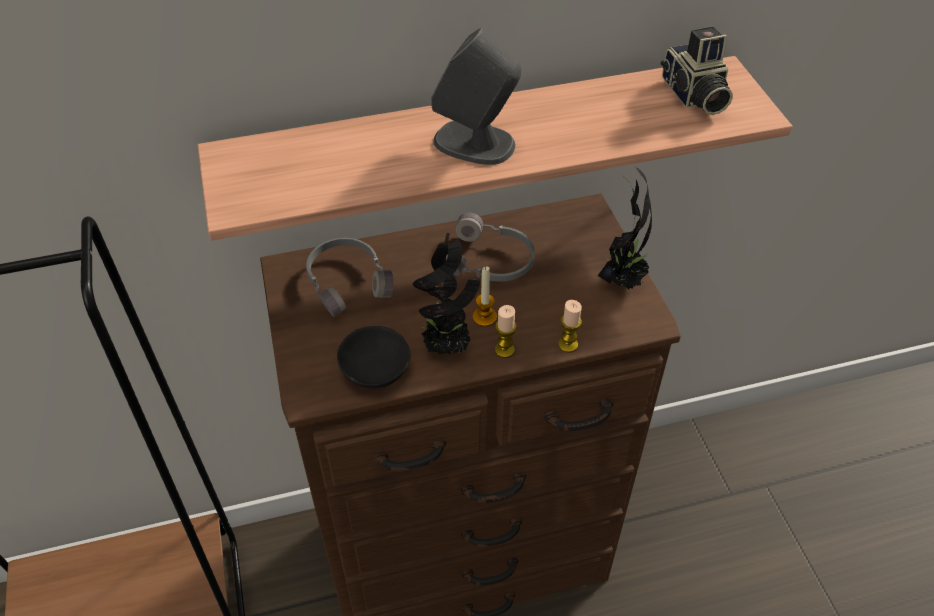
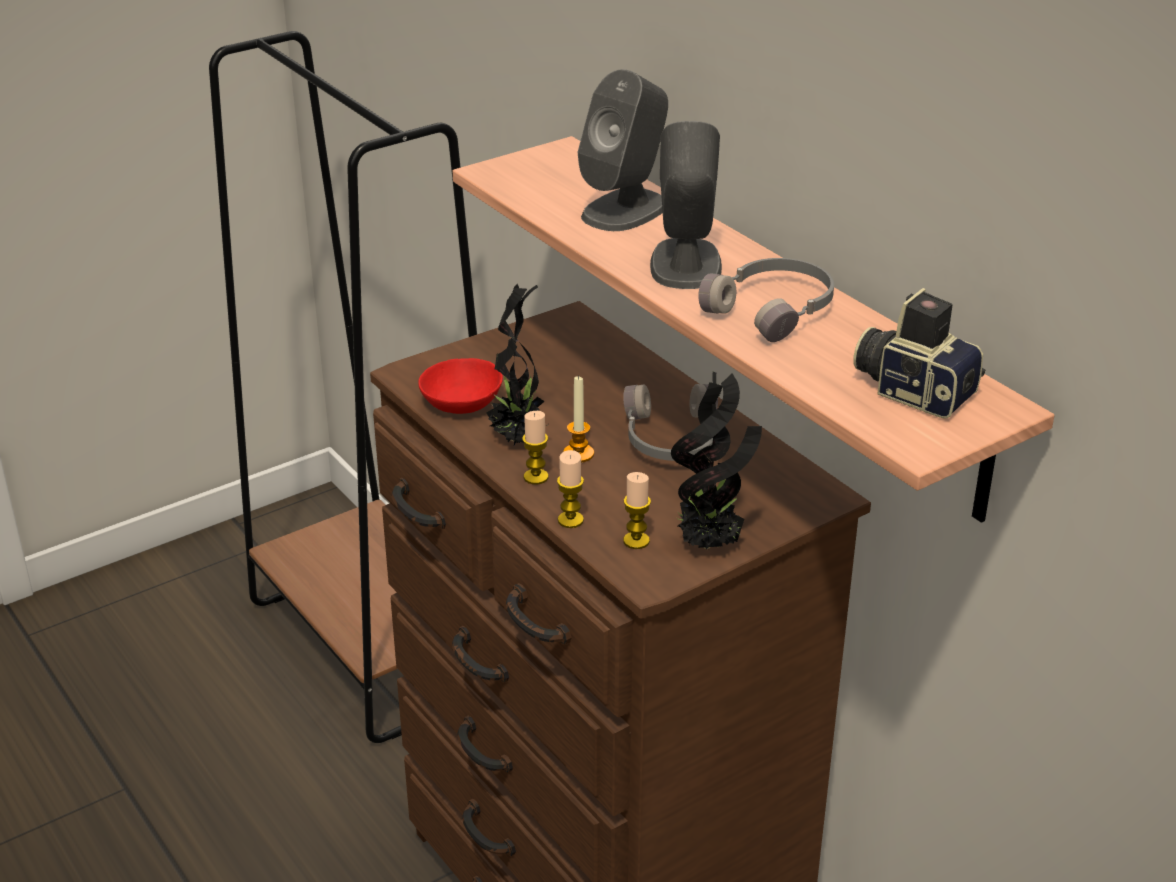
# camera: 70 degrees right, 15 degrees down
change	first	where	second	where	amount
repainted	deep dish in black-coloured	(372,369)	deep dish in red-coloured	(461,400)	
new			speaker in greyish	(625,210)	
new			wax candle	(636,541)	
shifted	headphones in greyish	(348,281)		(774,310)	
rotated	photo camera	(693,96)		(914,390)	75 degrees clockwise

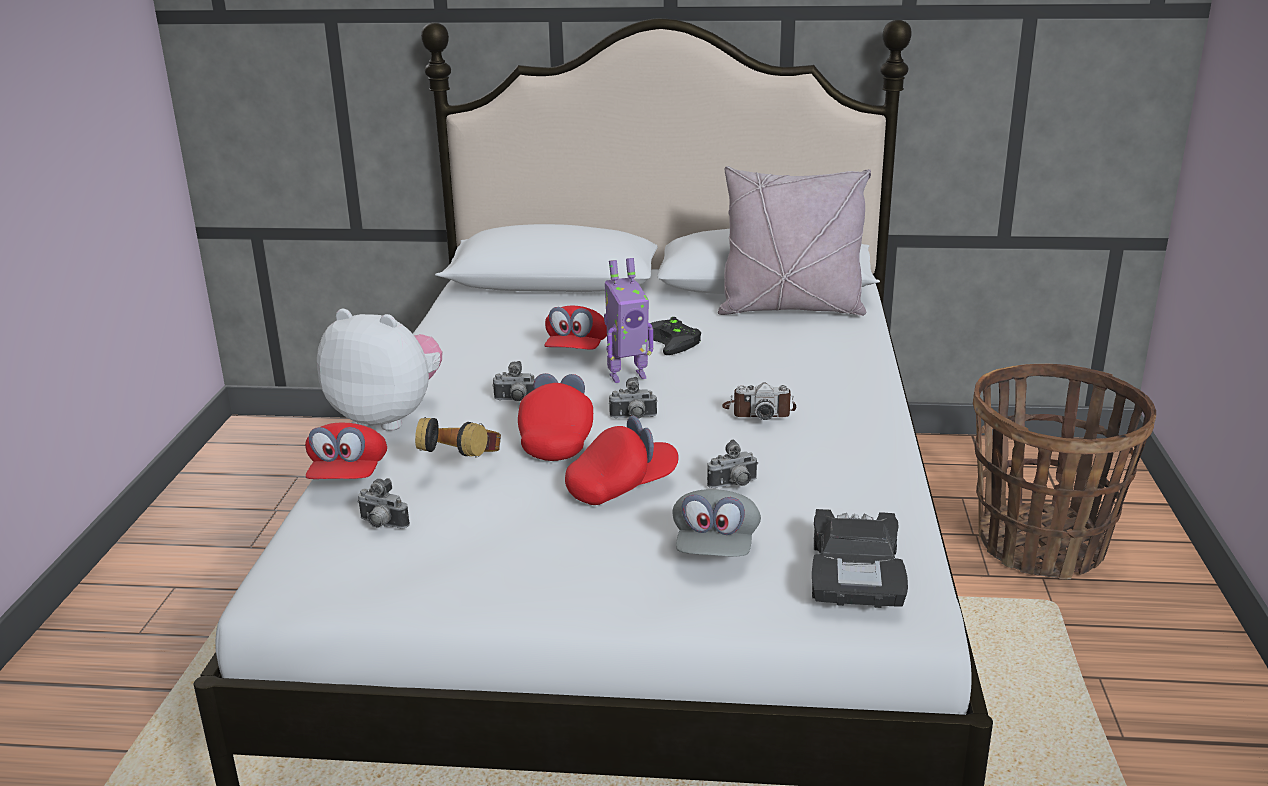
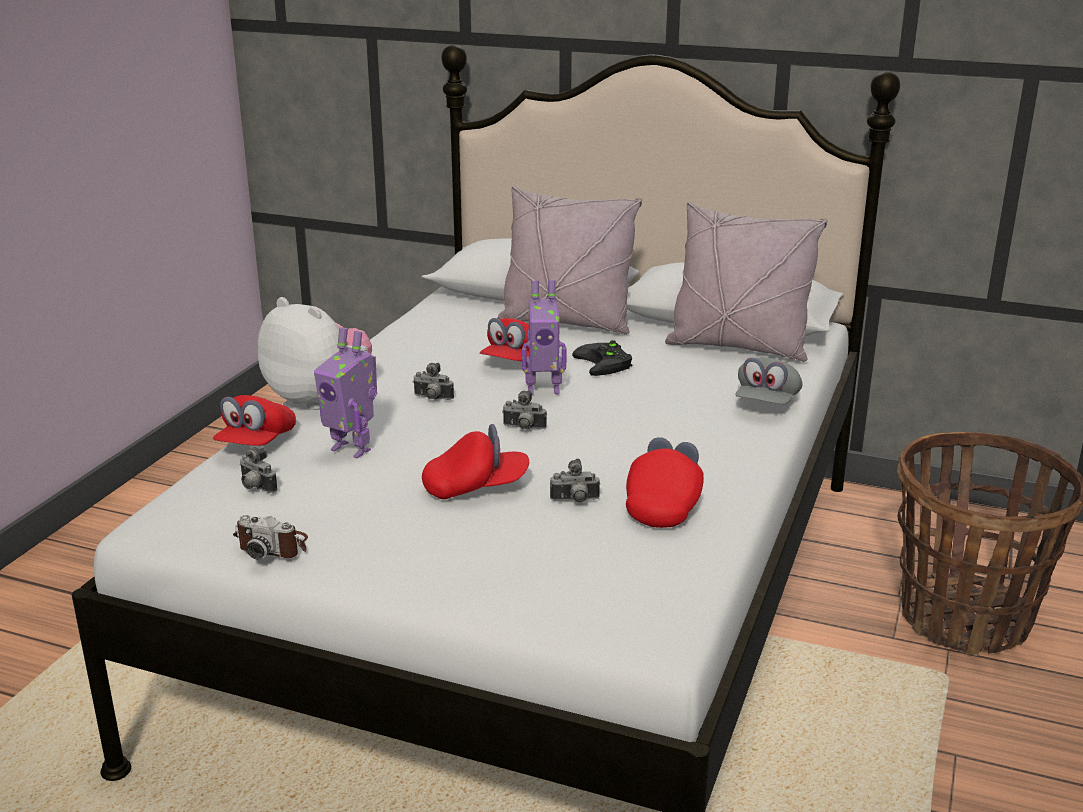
# camera: 15 degrees right, 0 degrees up
change	first	where	second	where	amount
shifted	photo camera	(758,411)		(274,546)	
swapped	headphones	(464,466)	toy robot	(352,449)	
new			pillow in purple-coloured	(566,323)	
shifted	cap in red-coloured	(557,439)		(664,505)	
shifted	cap in greyish	(715,548)		(766,403)	
gone	miniature car in black-coloured	(856,574)			

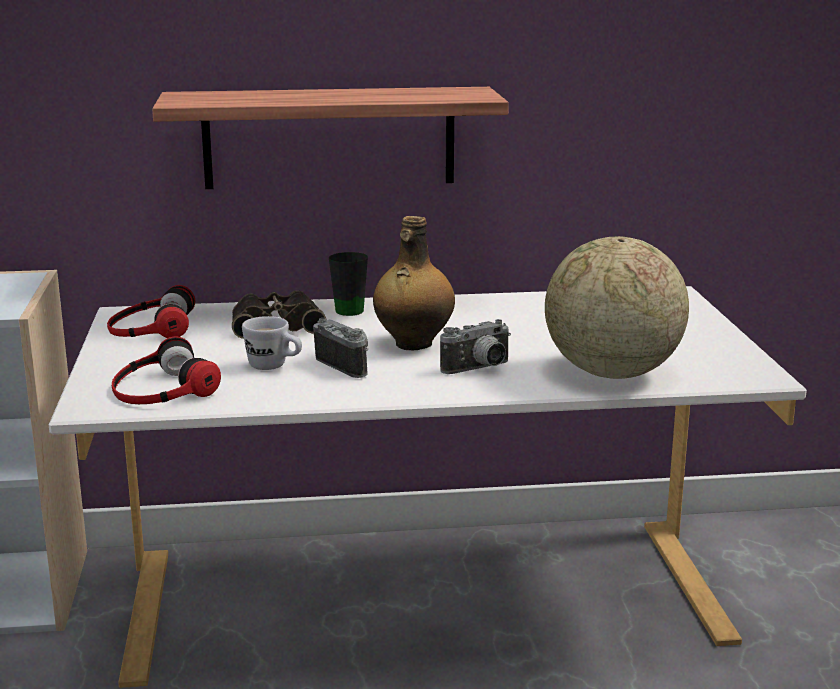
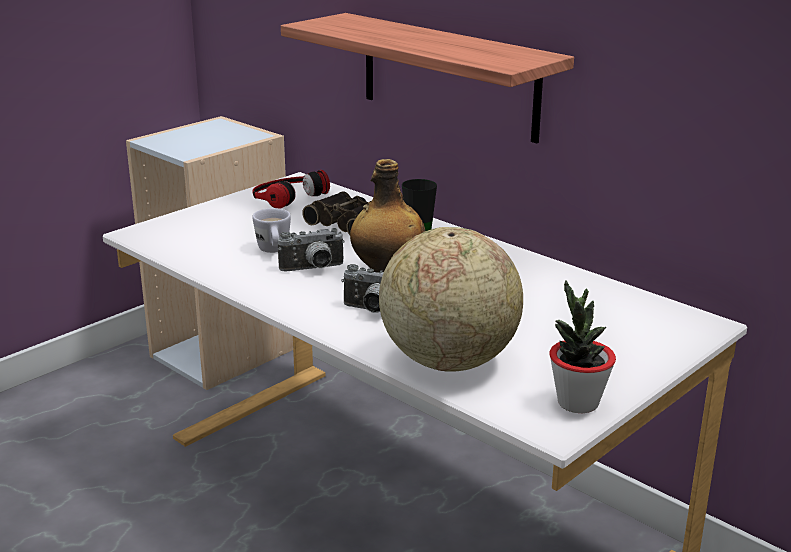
# camera: 50 degrees right, 5 degrees up
change	first	where	second	where	amount
rotated	photo camera	(348,364)		(313,269)	60 degrees clockwise
new			plant in a pot	(577,403)	
gone	headphones	(162,388)			

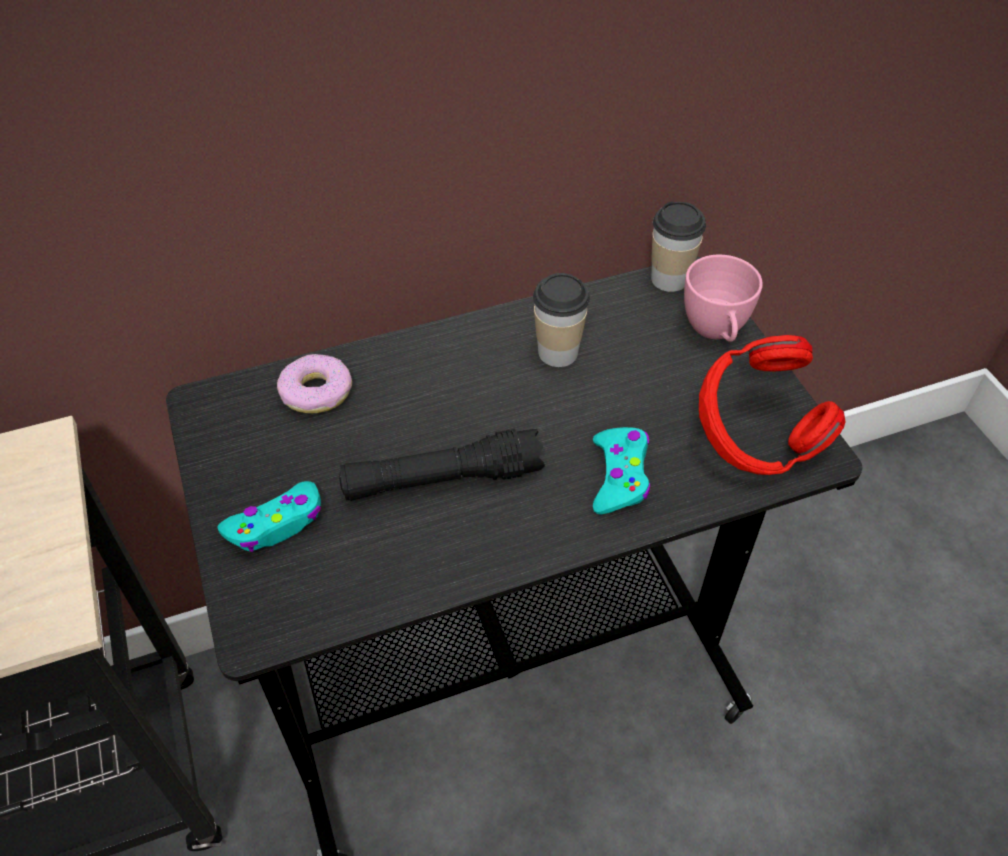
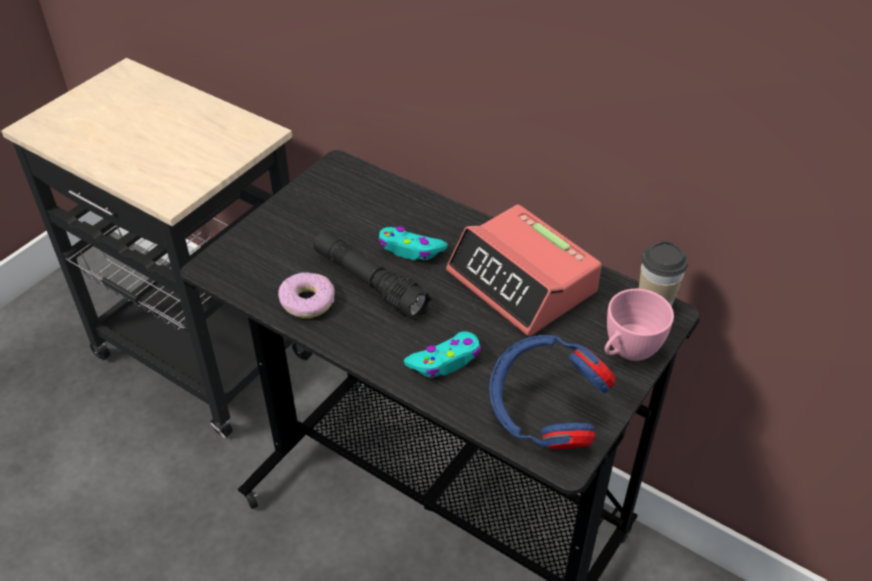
# camera: 55 degrees right, 5 degrees down
change	first	where	second	where	amount
shifted	donut	(316,391)		(307,301)	
shifted	joypad in blue-green	(276,524)		(410,249)	
swapped	small cup	(557,352)	table clock	(522,282)	
repainted	headphones in red-coloured	(756,439)	headphones in bluish	(544,416)	

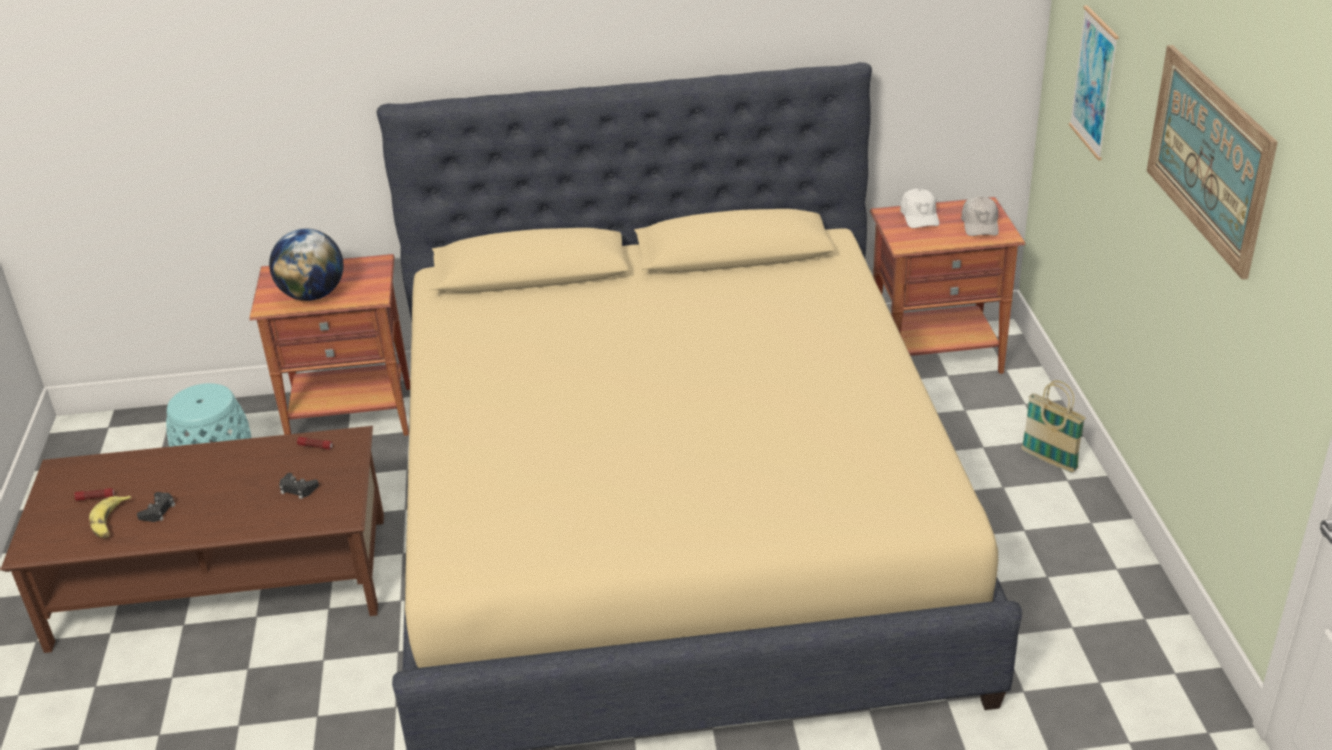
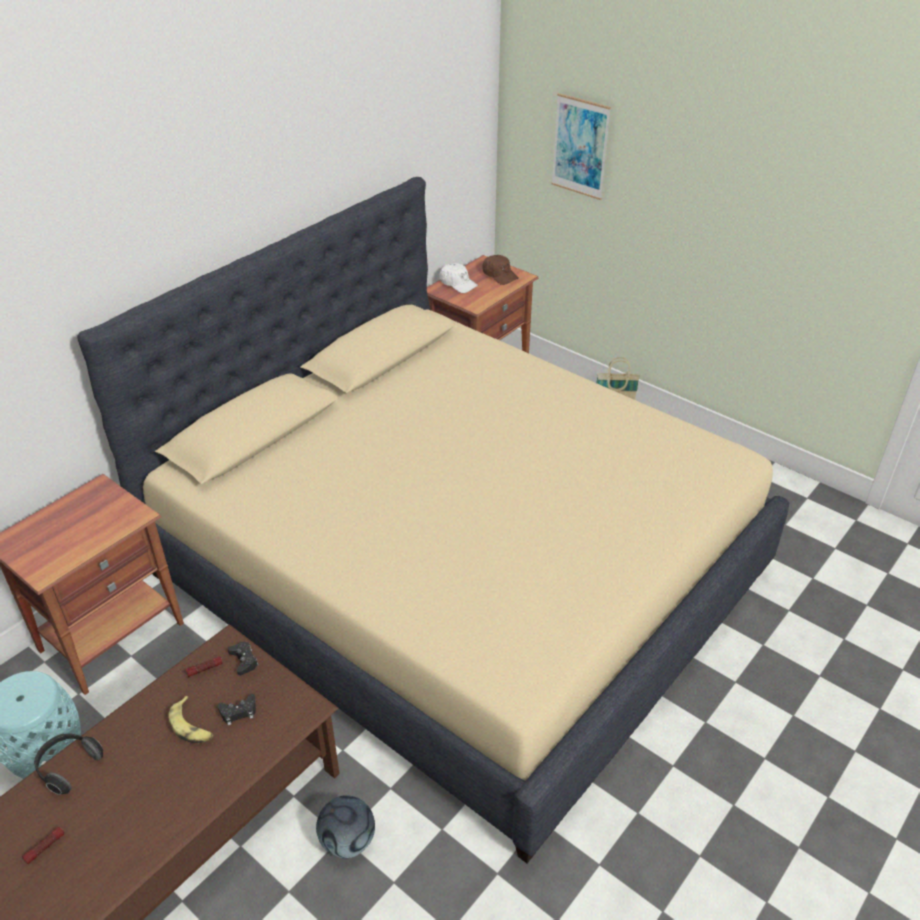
# camera: 45 degrees left, 5 degrees up
change	first	where	second	where	amount
new			headphones	(68,767)	
shifted	banana	(110,522)		(192,726)	
shifted	joypad in black-coloured	(158,511)		(244,660)	
new			football ball	(347,841)	
repainted	cap in whitish	(980,224)	cap in brownish	(499,275)	
gone	globe	(313,295)			
gone	wall art	(1208,157)			

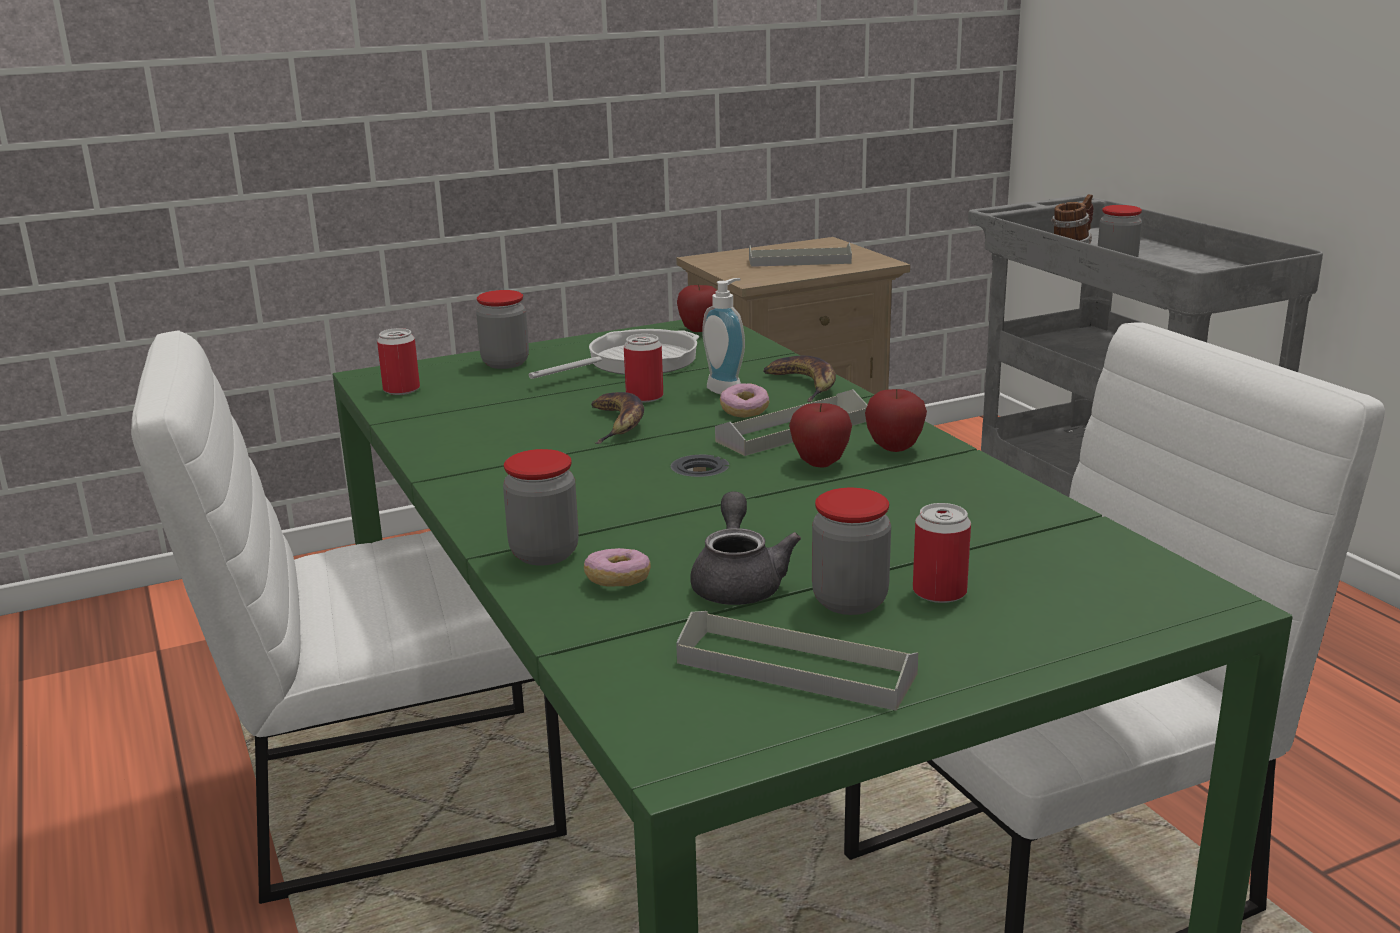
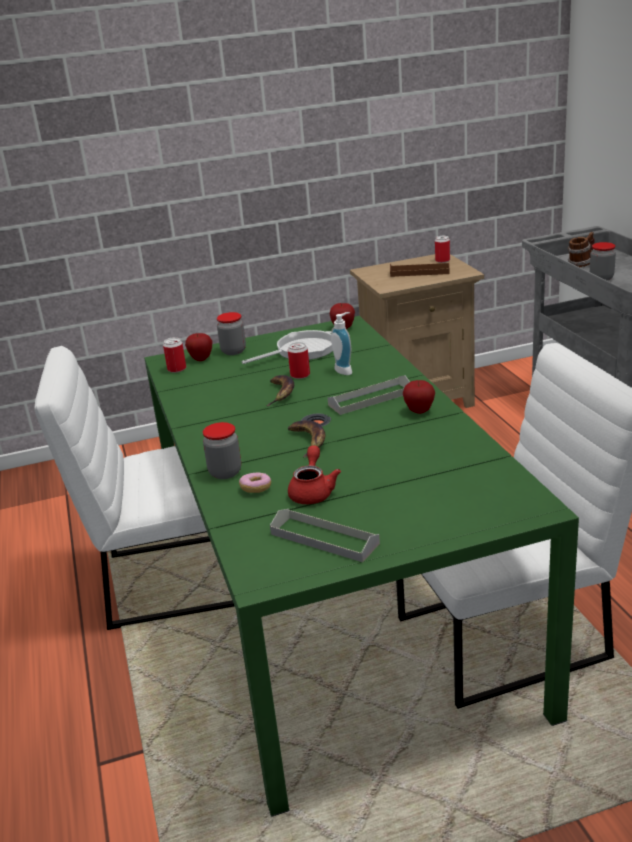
# camera: 10 degrees right, 5 degrees up
change	first	where	second	where	amount
shifted	apple	(820,463)		(201,359)	
shifted	banana	(803,385)		(308,441)	
repainted	teapot in greyish	(738,582)	teapot in red-coloured	(313,491)	
repainted	serving tray in greyish	(799,261)	serving tray in brownish	(419,272)	
shifted	can	(939,592)		(442,261)	
gone	donut	(744,411)			
gone	storage jar	(849,601)			

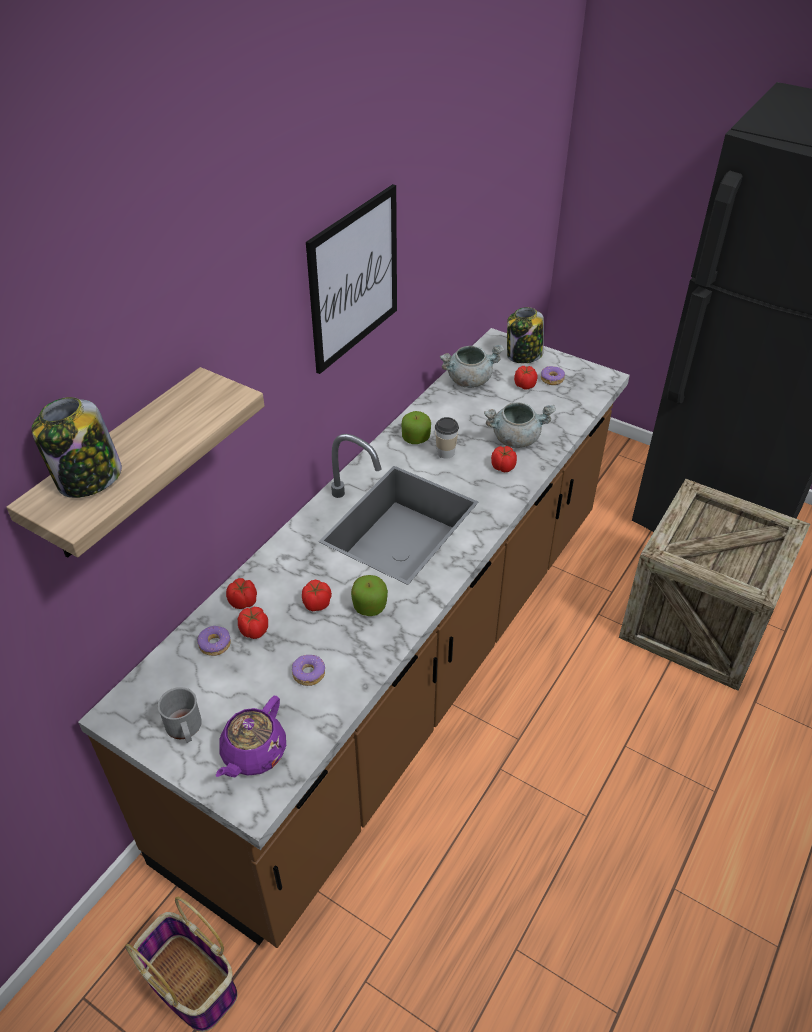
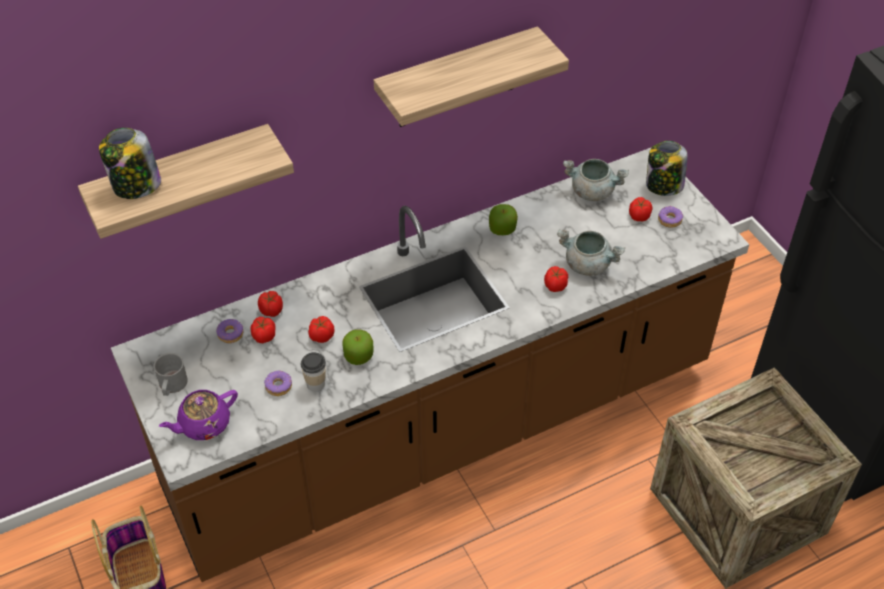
# camera: 30 degrees right, 5 degrees up
change	first	where	second	where	amount
shifted	small cup	(445,452)		(315,384)	
swapped	wall art	(354,279)	bracket shelf	(457,79)	

